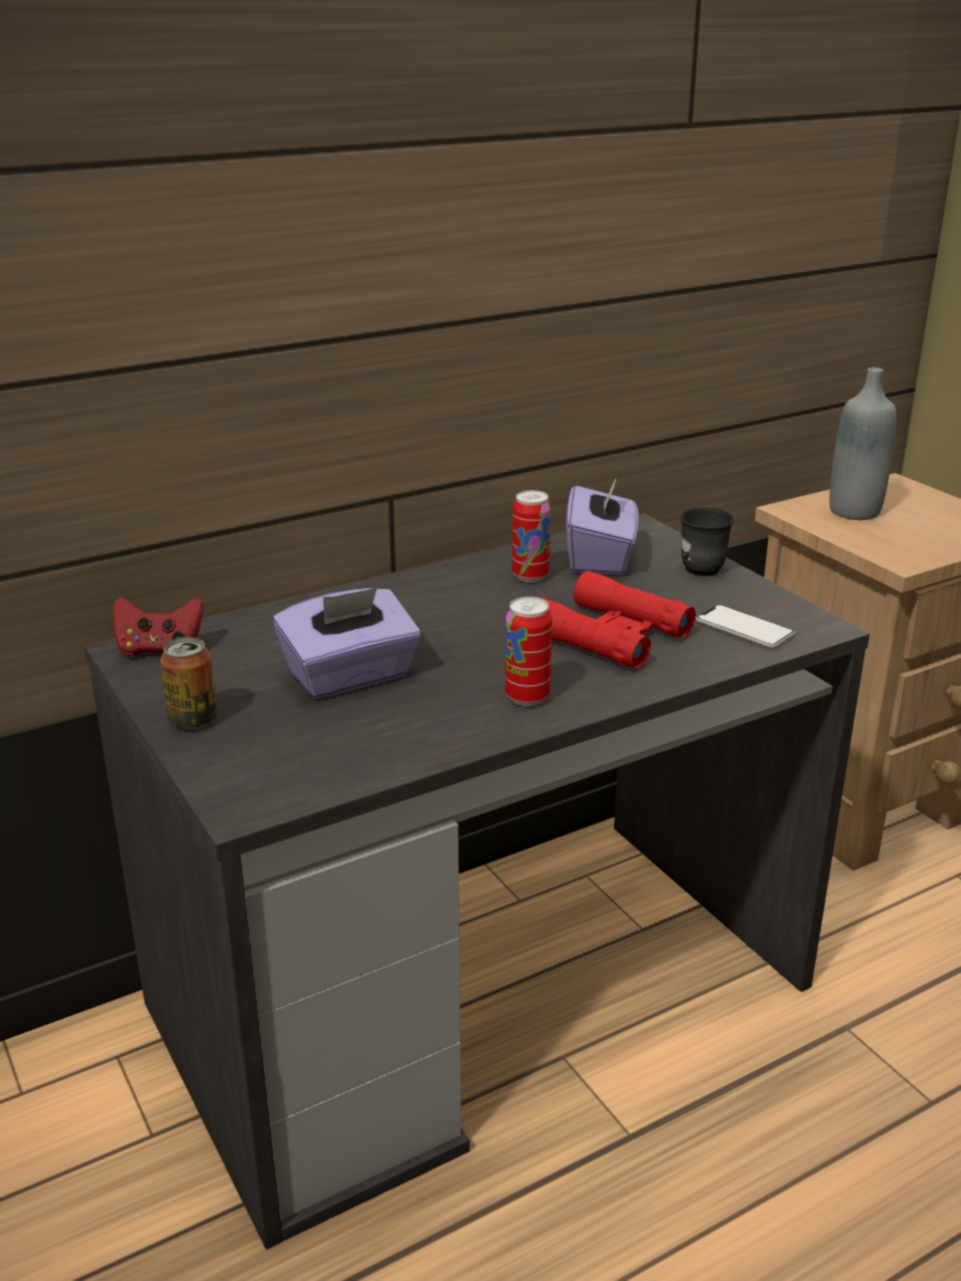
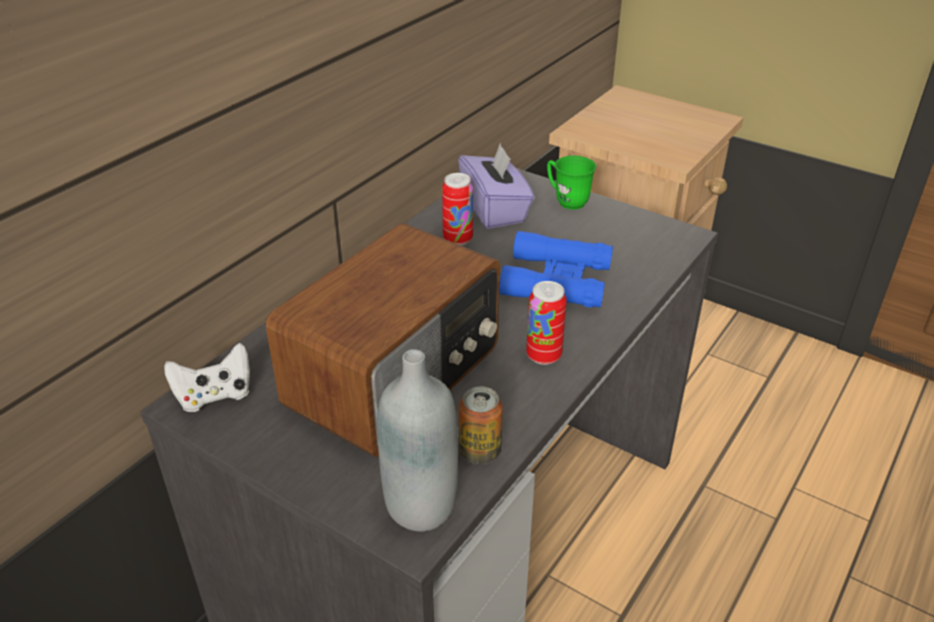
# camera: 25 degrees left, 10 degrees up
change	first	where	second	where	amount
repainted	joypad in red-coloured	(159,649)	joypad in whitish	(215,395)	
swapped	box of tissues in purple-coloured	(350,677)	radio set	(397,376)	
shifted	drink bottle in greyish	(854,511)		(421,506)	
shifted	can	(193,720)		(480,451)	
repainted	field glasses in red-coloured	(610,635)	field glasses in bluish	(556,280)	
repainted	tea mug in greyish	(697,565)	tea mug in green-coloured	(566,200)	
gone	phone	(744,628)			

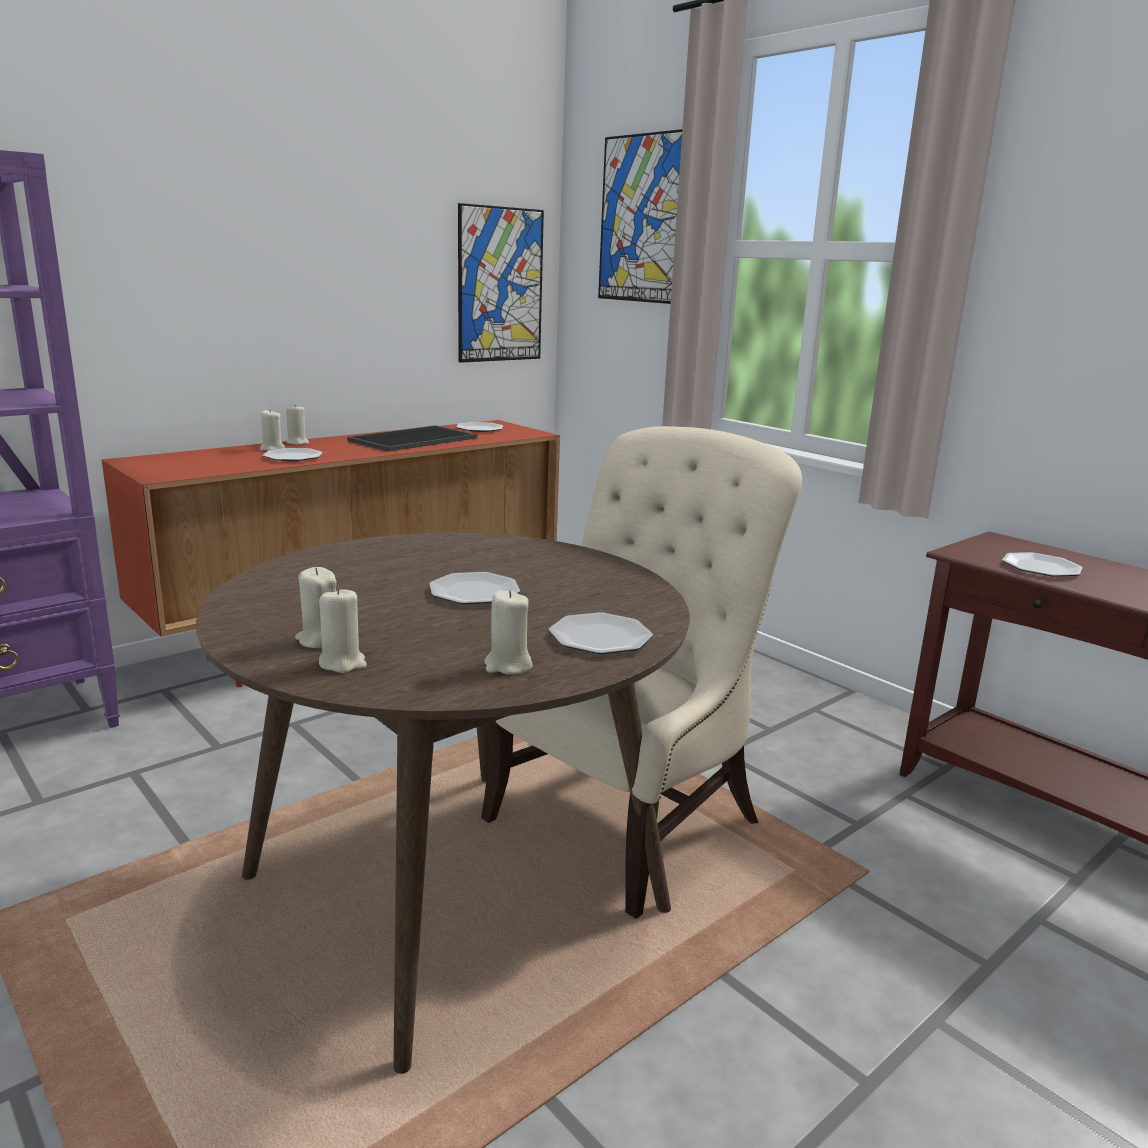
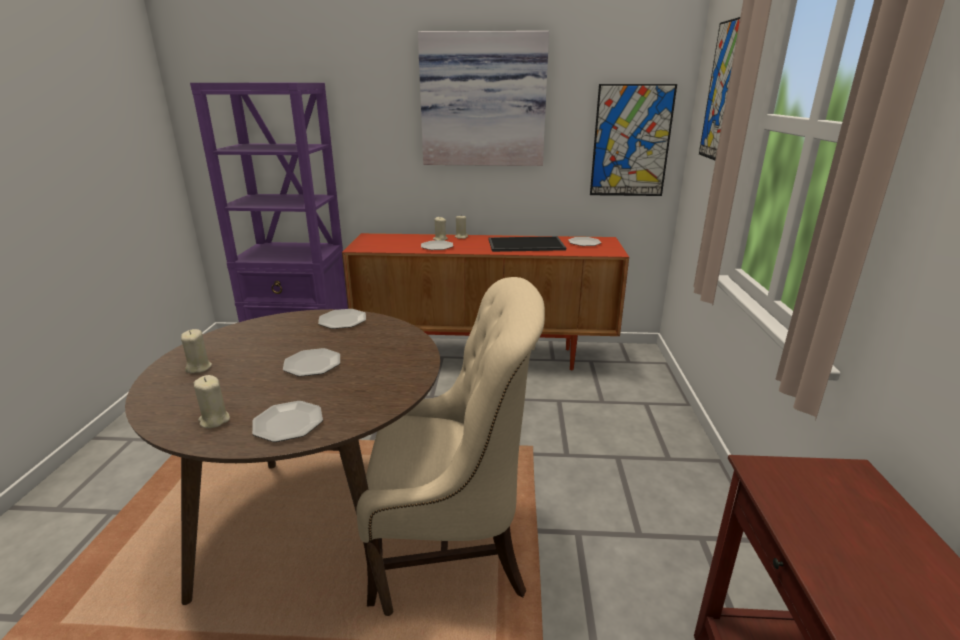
# camera: 45 degrees right, 5 degrees up
change	first	where	second	where	amount
shifted	plate	(1040,568)		(342,320)	
new			wall art	(483,101)	
gone	wax candle in beige-coloured	(342,663)			

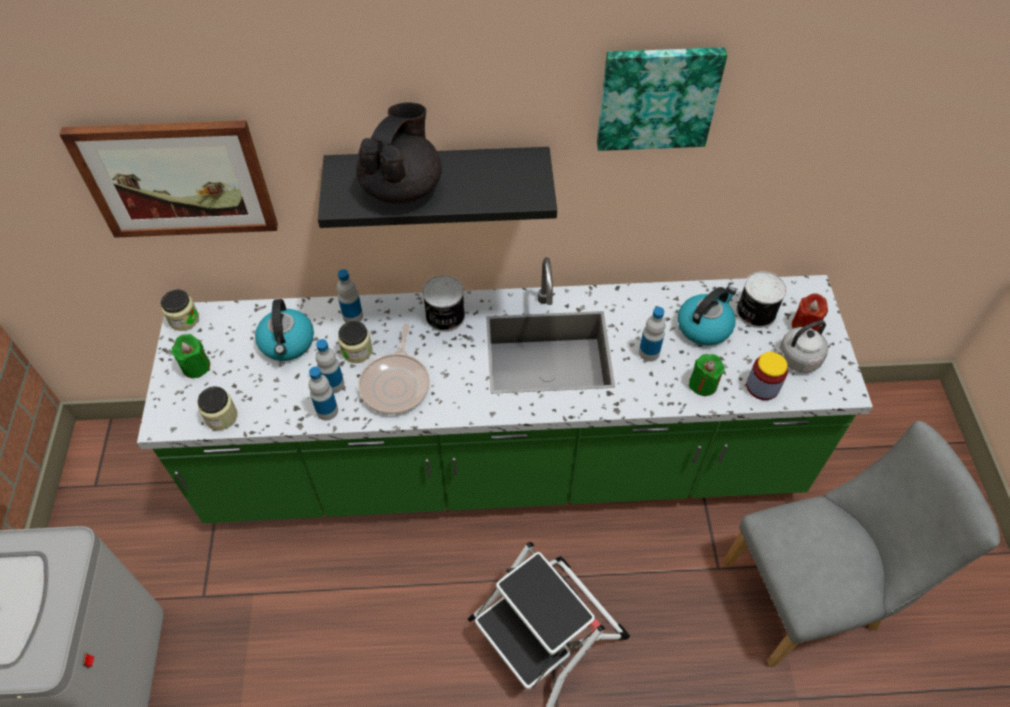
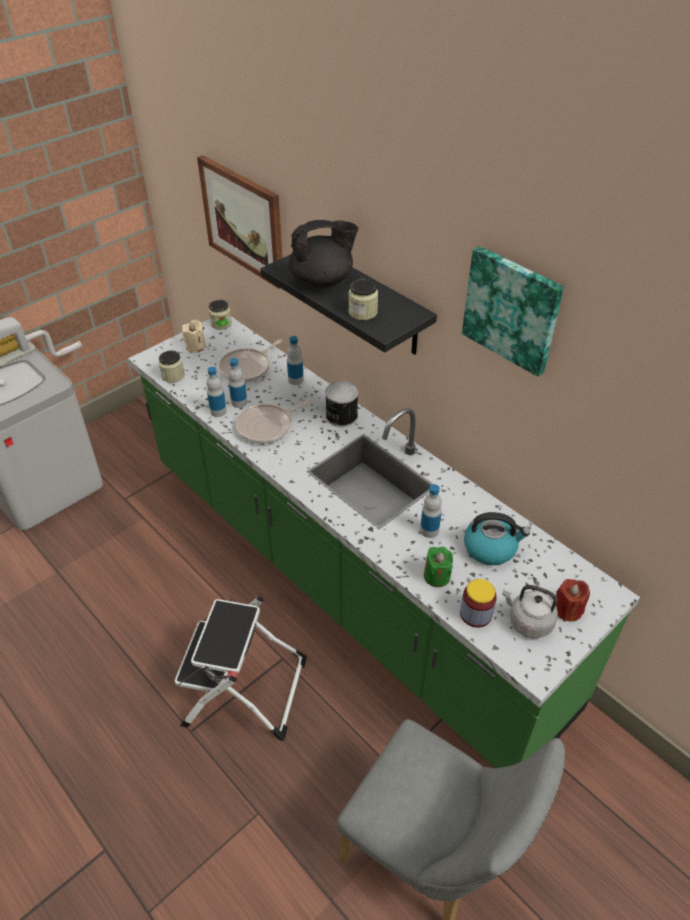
# camera: 50 degrees right, 10 degrees down
change	first	where	second	where	amount
repainted	wax candle in green-coloured	(196,366)	wax candle in beige-coloured	(195,347)	
swapped	water kettle	(287,343)	skillet	(247,368)	
shifted	storage jar	(357,351)		(363,312)	
gone	can	(755,312)			

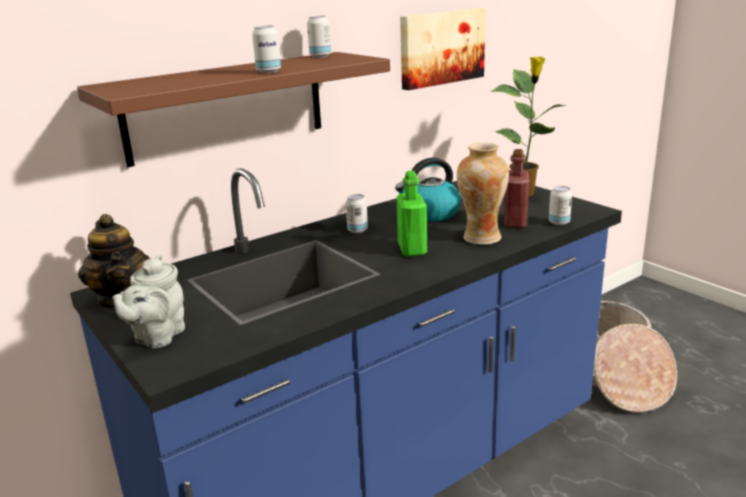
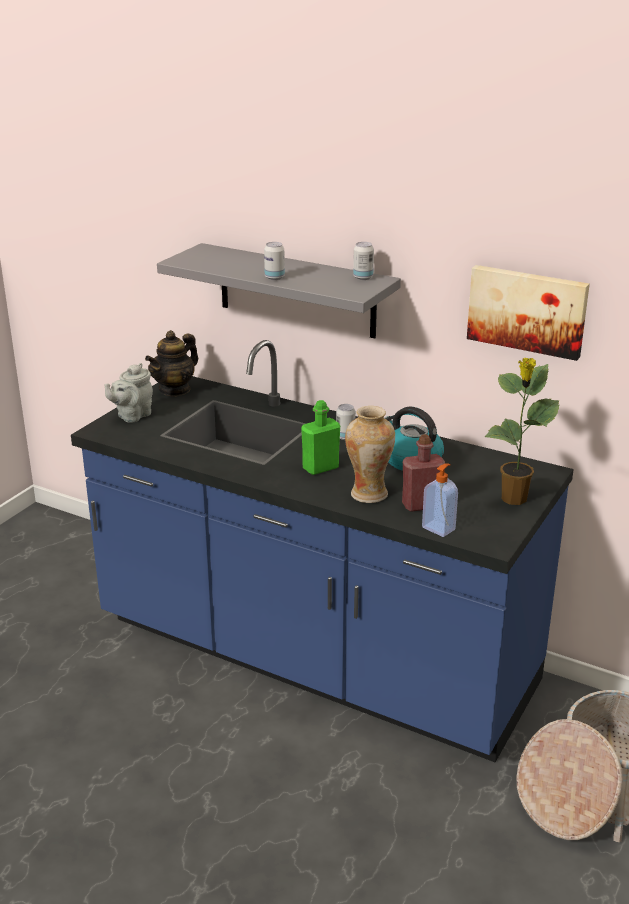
# camera: 65 degrees right, 5 degrees up
change	first	where	second	where	amount
rotated	teapot in greyish	(157,337)		(132,416)	45 degrees counterclockwise
repainted	bracket shelf in brownish	(226,107)	bracket shelf in greyish	(296,291)	
swapped	can	(559,222)	soap bottle	(439,528)	

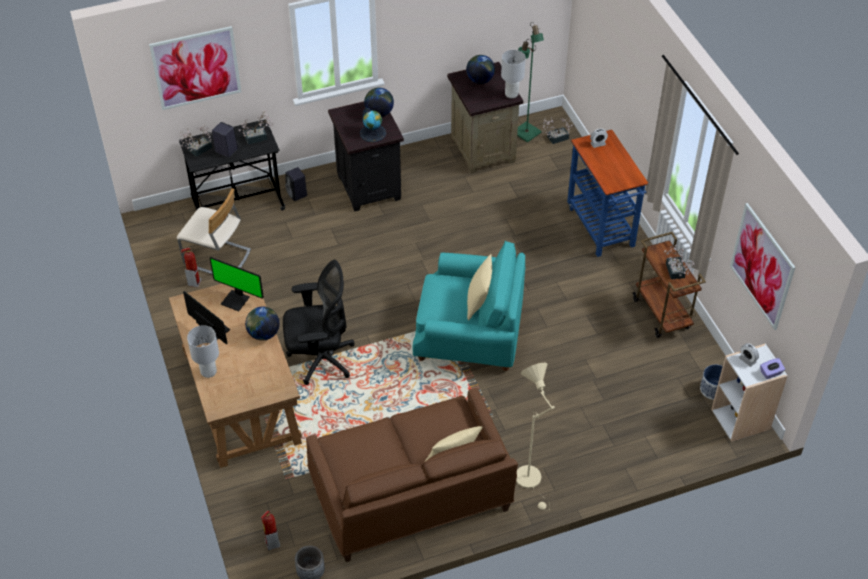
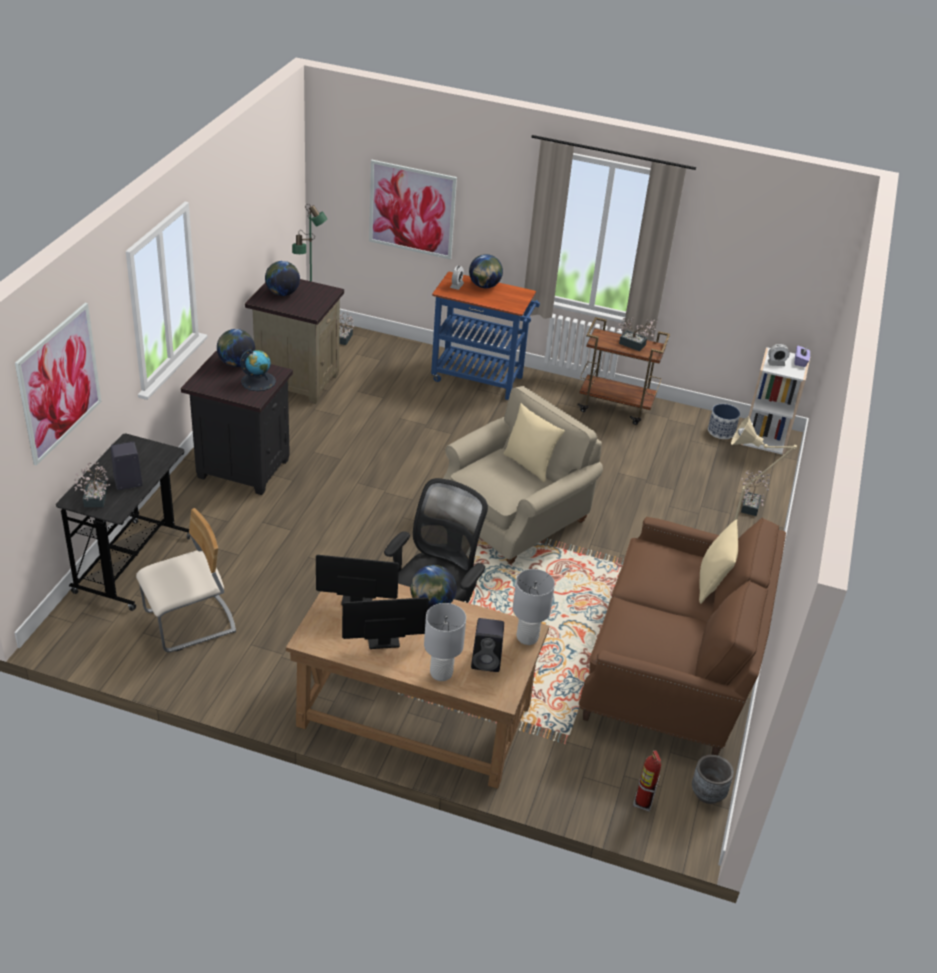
# camera: 55 degrees left, 10 degrees down
change	first	where	second	where	amount
rotated	computer display	(236,300)		(357,598)	150 degrees counterclockwise
shifted	wall art	(762,266)		(412,209)	
repainted	lounge chair in blue-green	(469,335)	lounge chair in beige-coloured	(514,518)	
new			globe	(484,286)	
shifted	speaker in black-coloured	(297,194)		(487,661)	
shifted	table lamp in greyish	(511,95)		(527,639)	
shifted	plant in a pot	(258,137)		(751,505)	
gone	extinguisher	(194,282)			

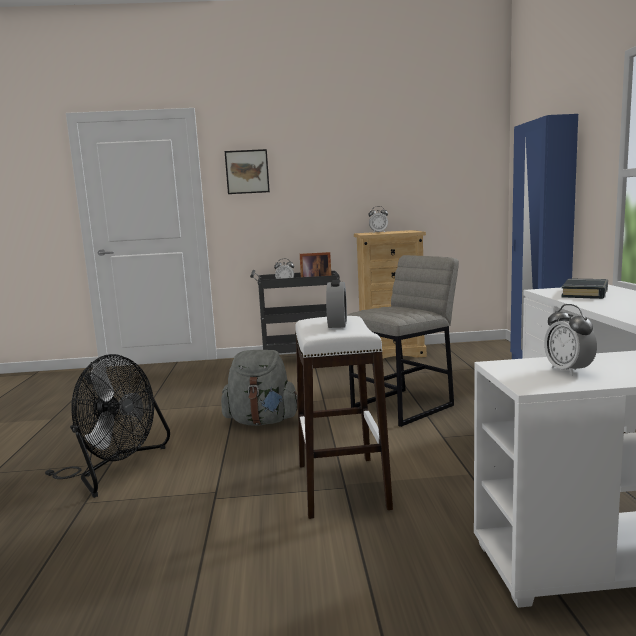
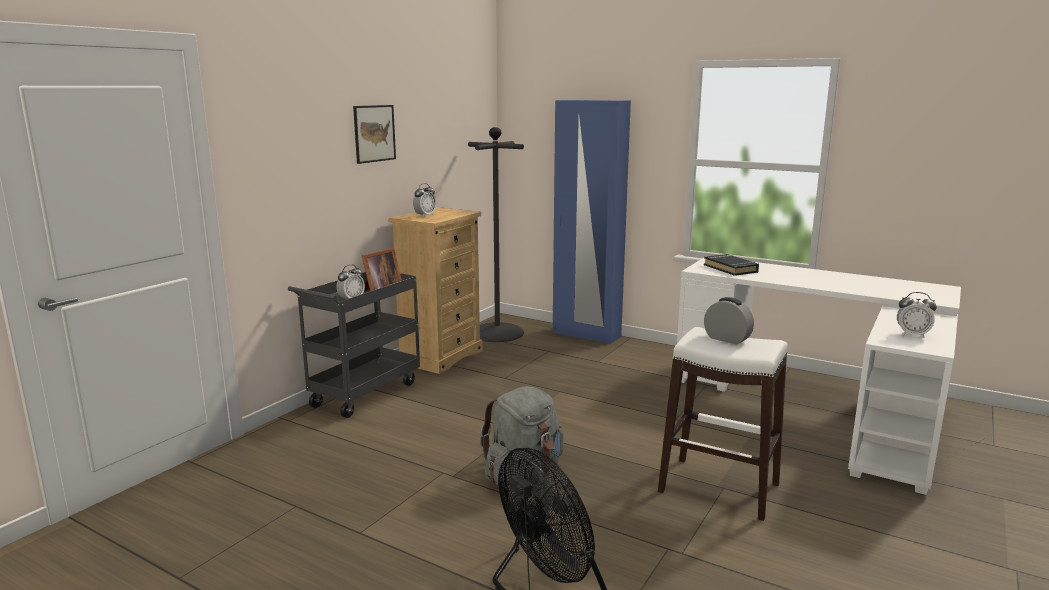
# camera: 55 degrees left, 5 degrees up
change	first	where	second	where	amount
shifted	wall art	(247,171)		(374,133)	
new			garment stand in black-coloured	(497,333)	
gone	chair in greyish	(404,406)			

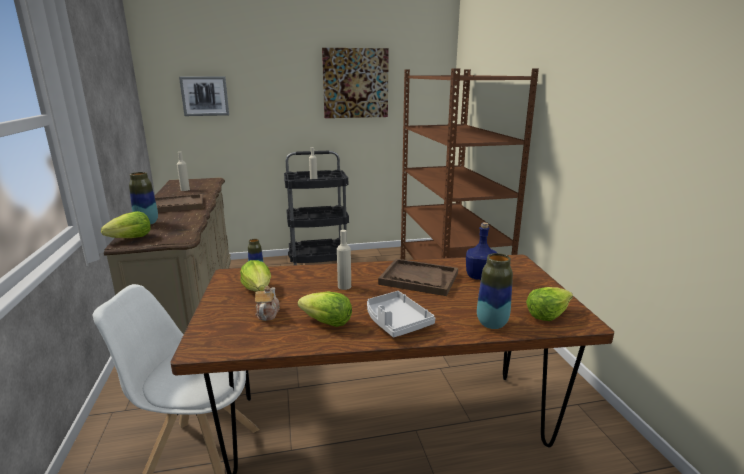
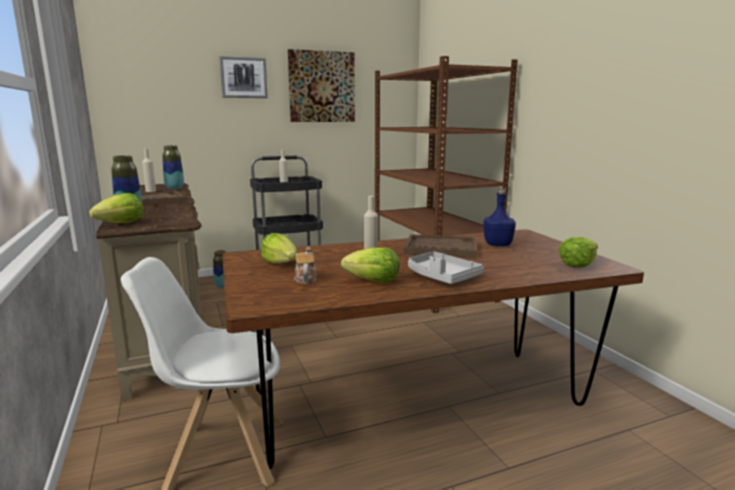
# camera: 10 degrees left, 5 degrees down
change	first	where	second	where	amount
shifted	flower vase	(492,324)		(174,188)	
shifted	wall art	(205,96)		(243,77)	

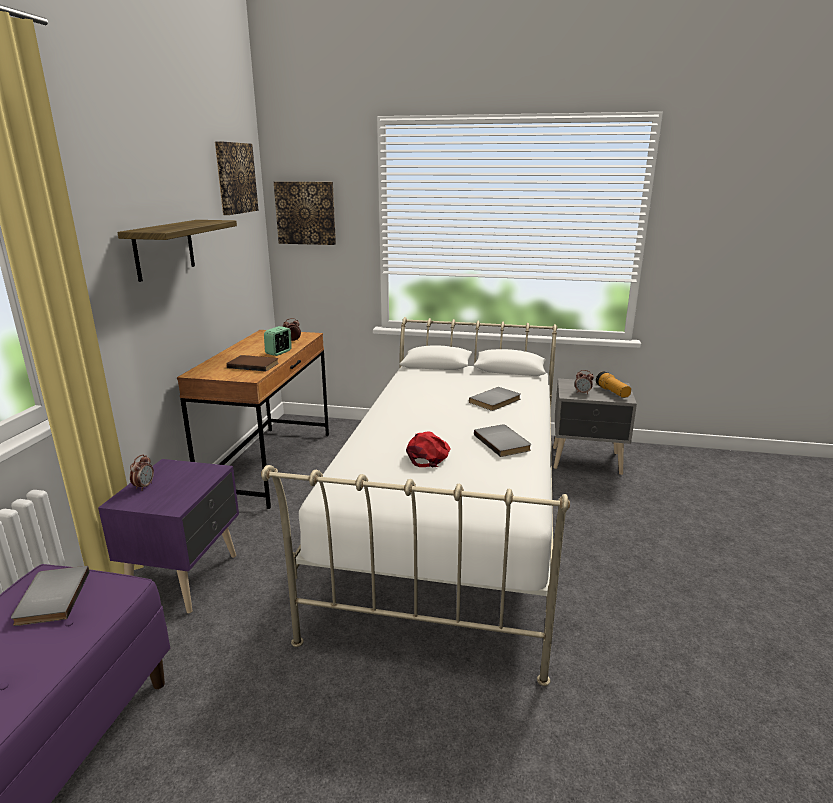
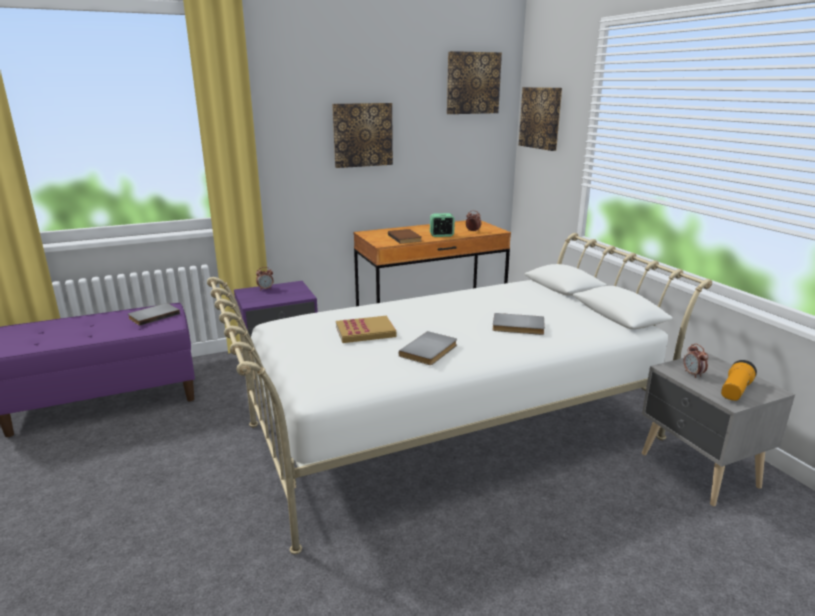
# camera: 55 degrees right, 0 degrees up
change	first	where	second	where	amount
swapped	bracket shelf	(164,249)	wall art	(362,135)	
swapped	cap in red-coloured	(429,455)	volume	(365,332)	

